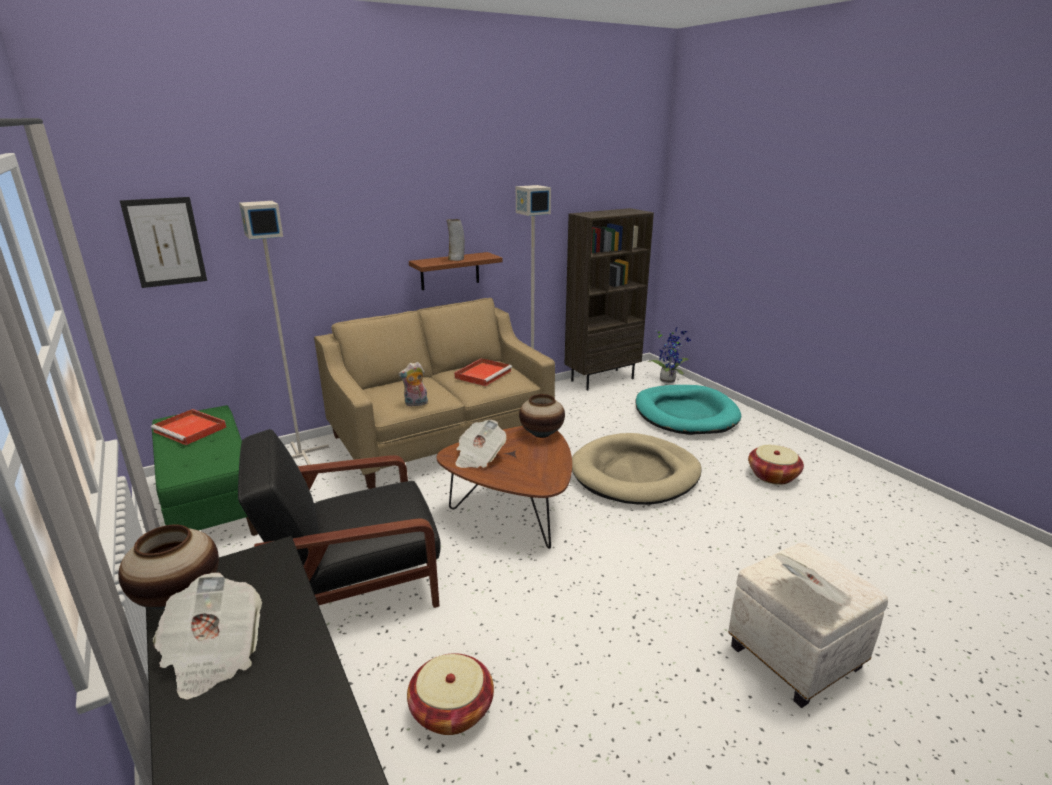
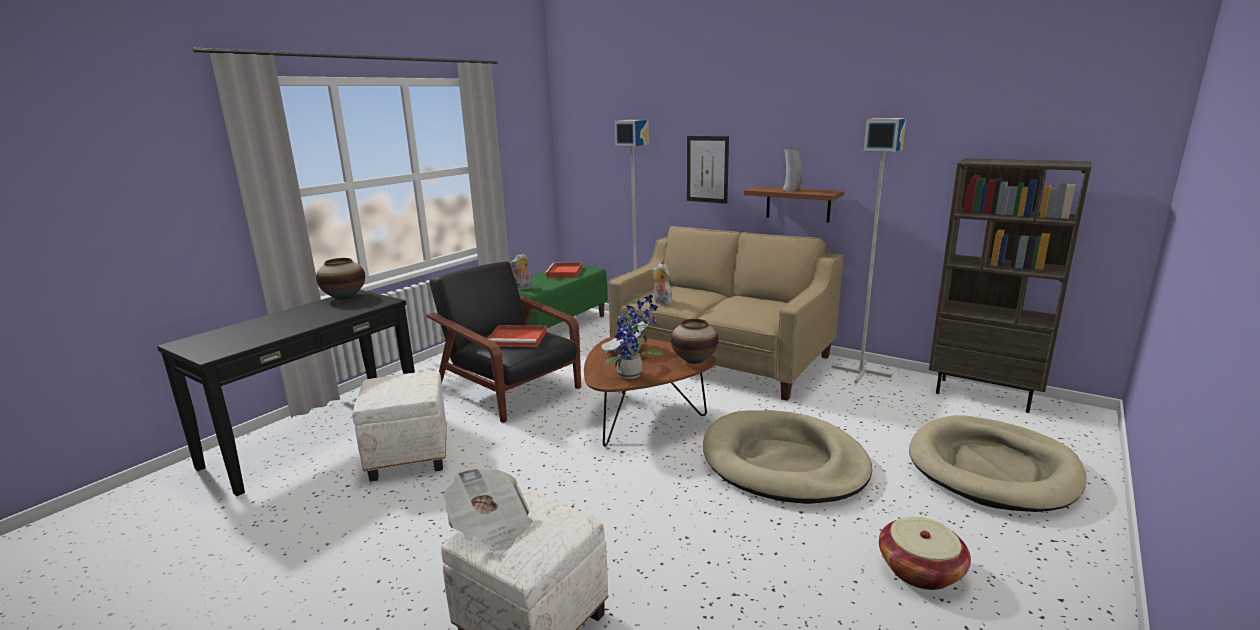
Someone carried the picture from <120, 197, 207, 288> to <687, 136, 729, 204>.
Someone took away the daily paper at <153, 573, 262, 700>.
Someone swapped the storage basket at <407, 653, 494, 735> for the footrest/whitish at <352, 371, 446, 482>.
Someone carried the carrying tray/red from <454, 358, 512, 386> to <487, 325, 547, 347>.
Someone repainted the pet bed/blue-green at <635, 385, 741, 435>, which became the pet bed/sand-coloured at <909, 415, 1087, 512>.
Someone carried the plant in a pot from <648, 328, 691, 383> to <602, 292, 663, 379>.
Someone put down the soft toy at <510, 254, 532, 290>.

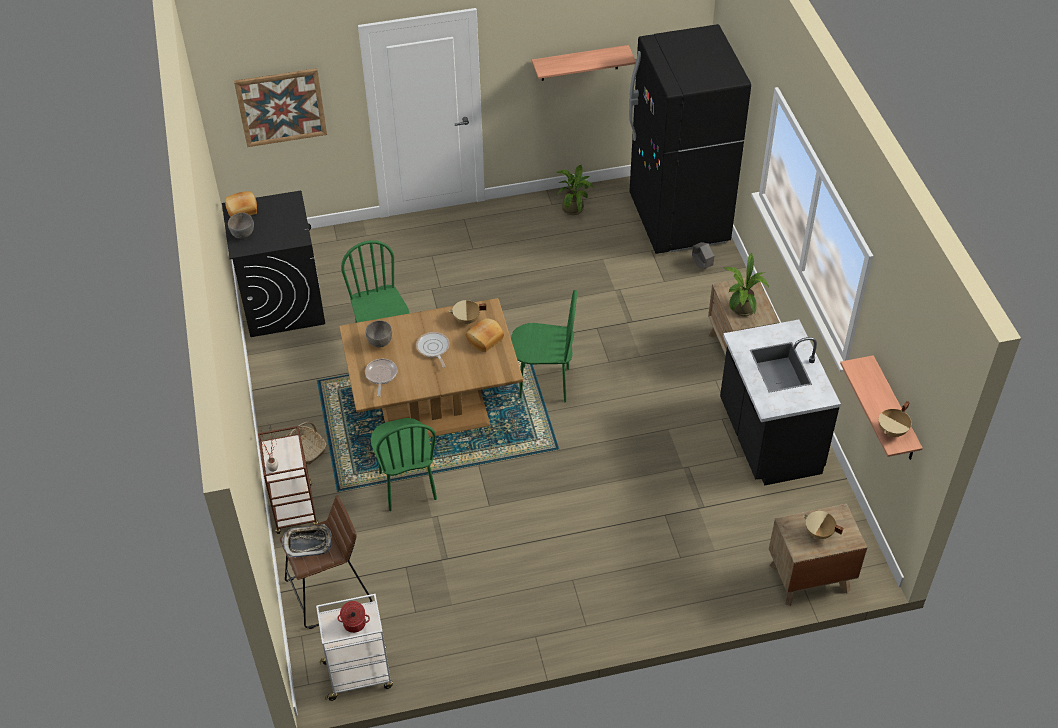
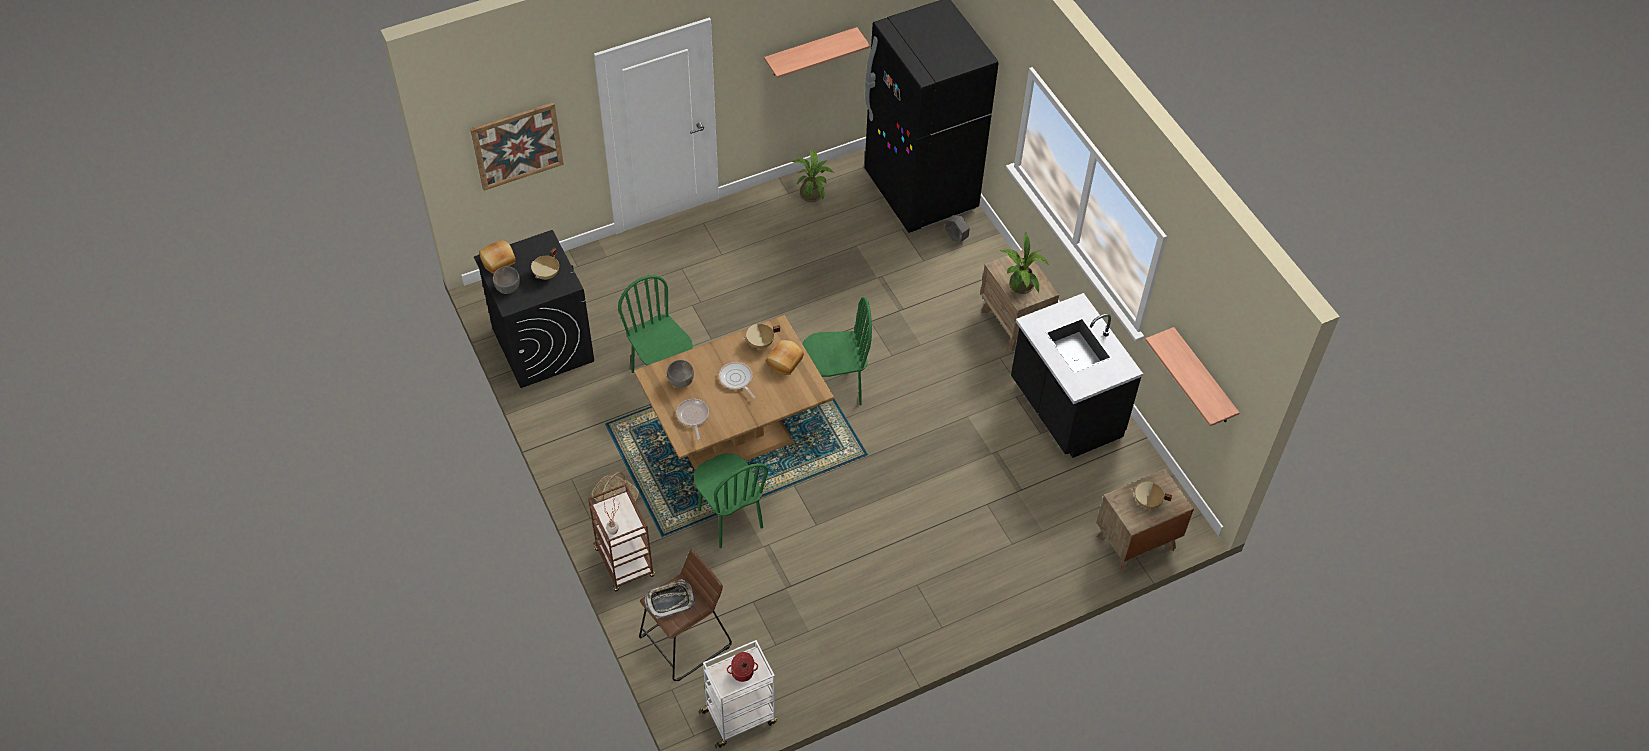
Someone carried the stockpot/sand-coloured from <879, 401, 911, 437> to <531, 247, 559, 280>.

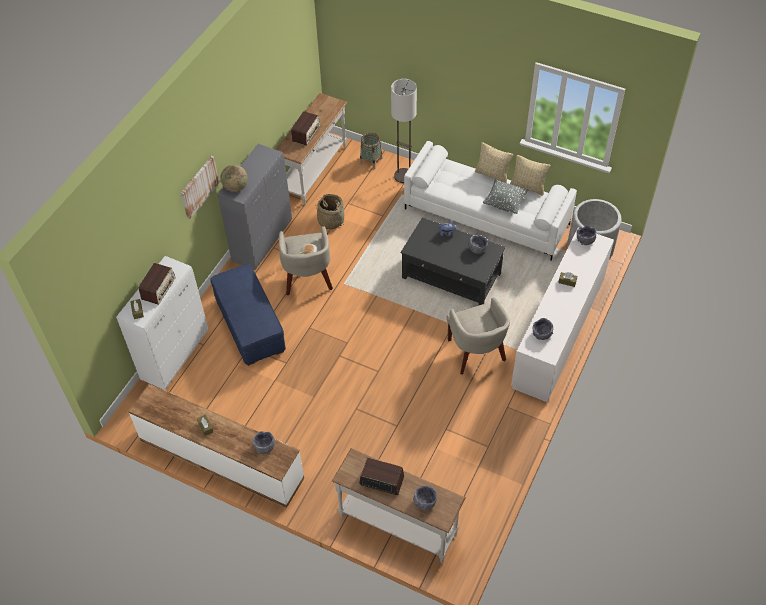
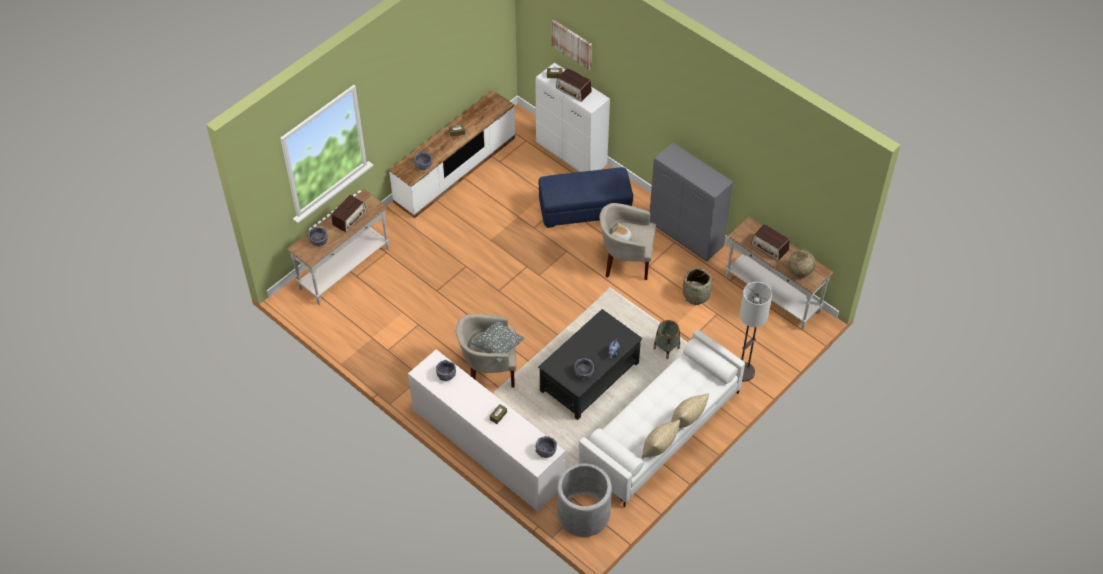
Someone carried the picture from <181, 156, 219, 219> to <552, 20, 592, 70>.
Someone carried the globe from <221, 165, 248, 192> to <788, 250, 815, 277>.
Someone carried the storage basket from <360, 133, 382, 169> to <653, 320, 680, 359>.
Someone carried the pillow/gray from <483, 179, 528, 214> to <471, 321, 525, 363>.

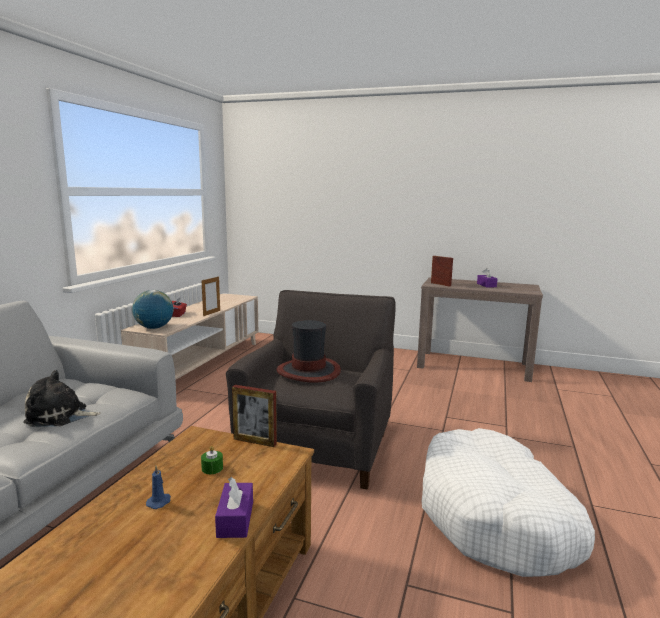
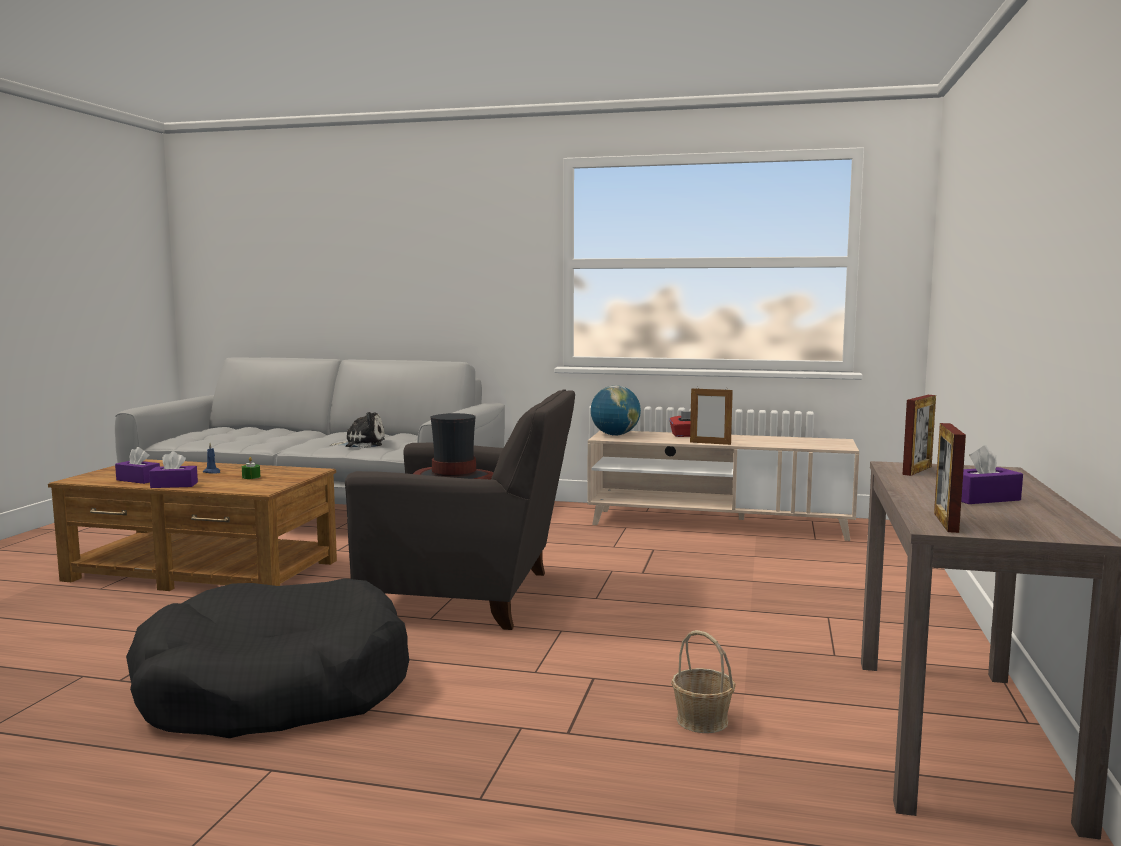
Someone rotated the soft toy at <23, 370, 101, 427> by 90 degrees clockwise.
Someone carried the standing frame from <232, 385, 277, 447> to <934, 423, 966, 533>.
Someone repainted the pet bed/whitish at <422, 428, 595, 577>, which became the pet bed/blackish at <126, 578, 409, 738>.
Someone put down the box of tissues/purple at <115, 447, 160, 484>.
Someone put down the storage basket at <671, 630, 736, 733>.

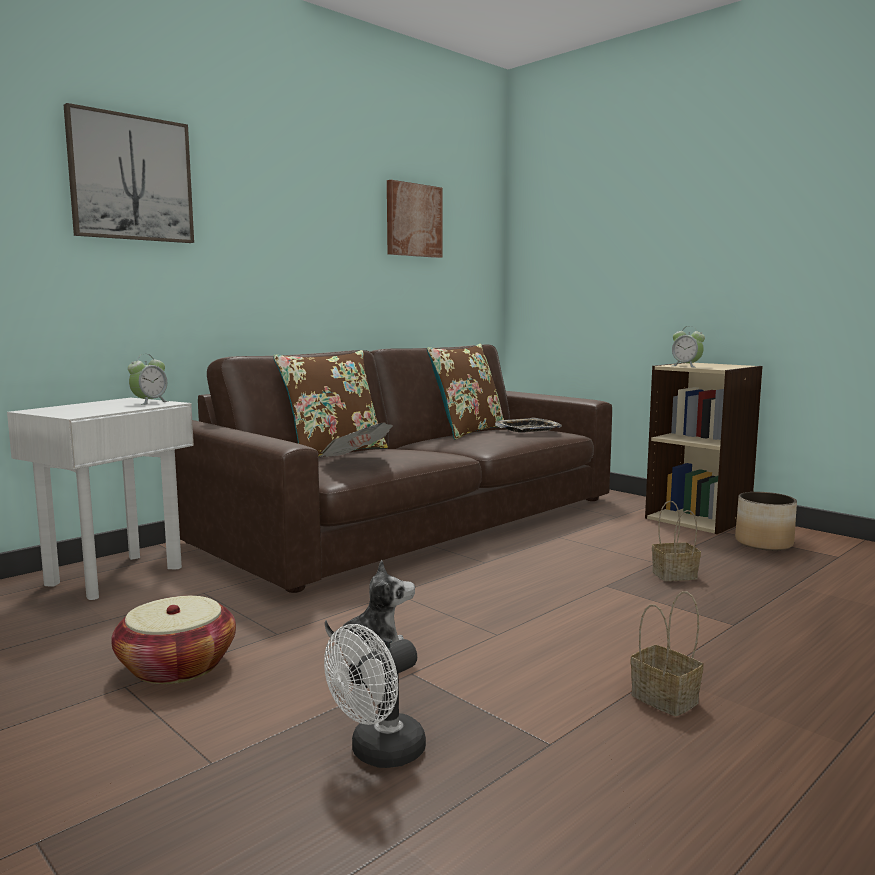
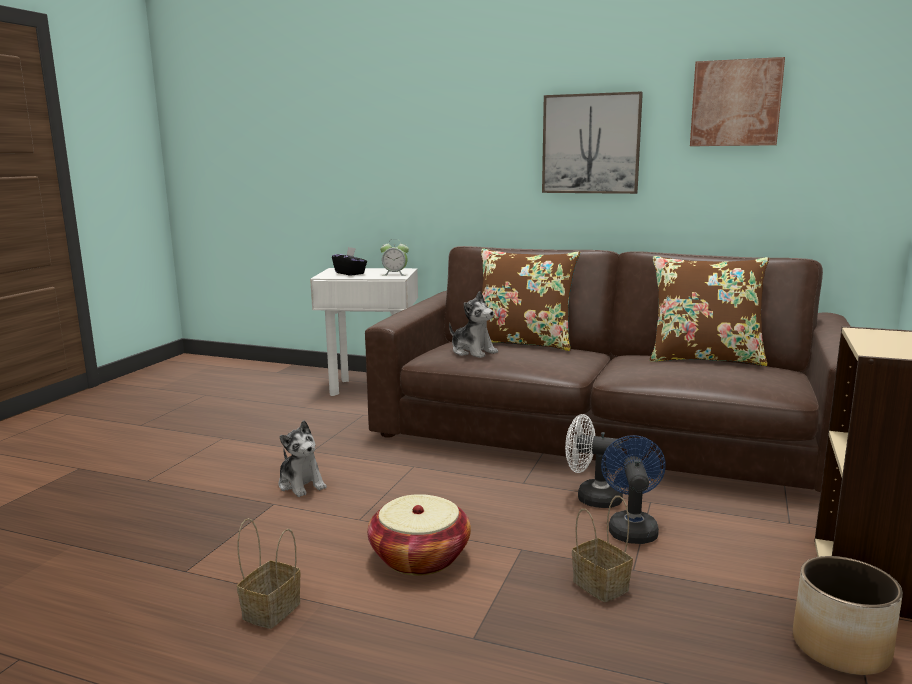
Someone carried the picture from <64, 103, 194, 243> to <542, 91, 643, 194>.
Someone carried the storage basket from <111, 596, 236, 684> to <367, 494, 471, 576>.
Someone swapped the daily paper at <319, 422, 393, 457> for the soft toy at <449, 291, 498, 358>.
Someone carried the fan/whitish from <324, 624, 426, 768> to <565, 414, 623, 508>.
Someone took away the carrying tray at <495, 418, 562, 433>.
Someone took away the alarm clock at <672, 326, 705, 367>.
Someone put down the box of tissues/blackish at <332, 247, 367, 276>.
Someone put down the fan/bluish at <601, 435, 666, 544>.

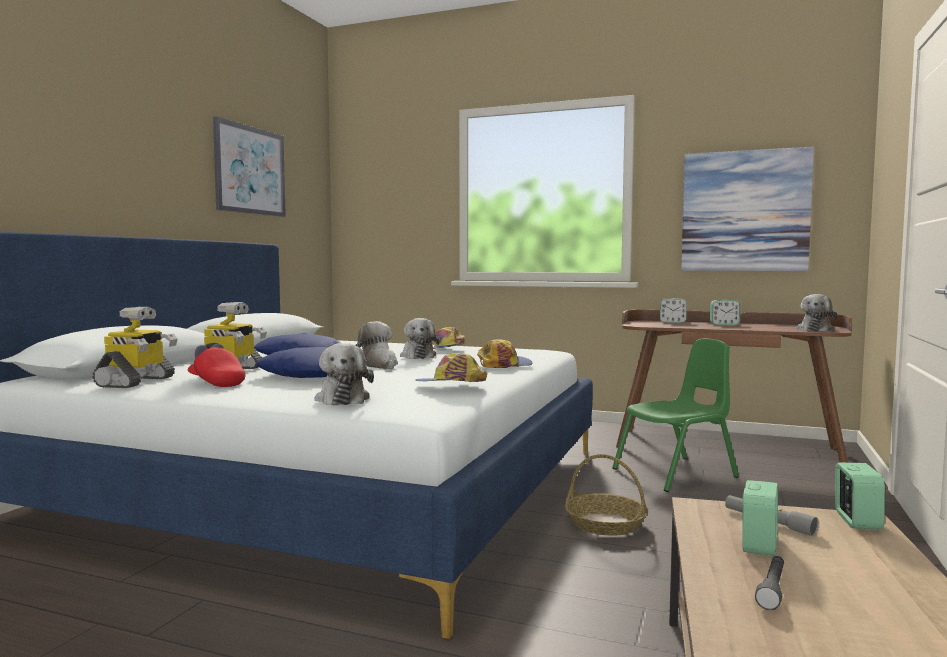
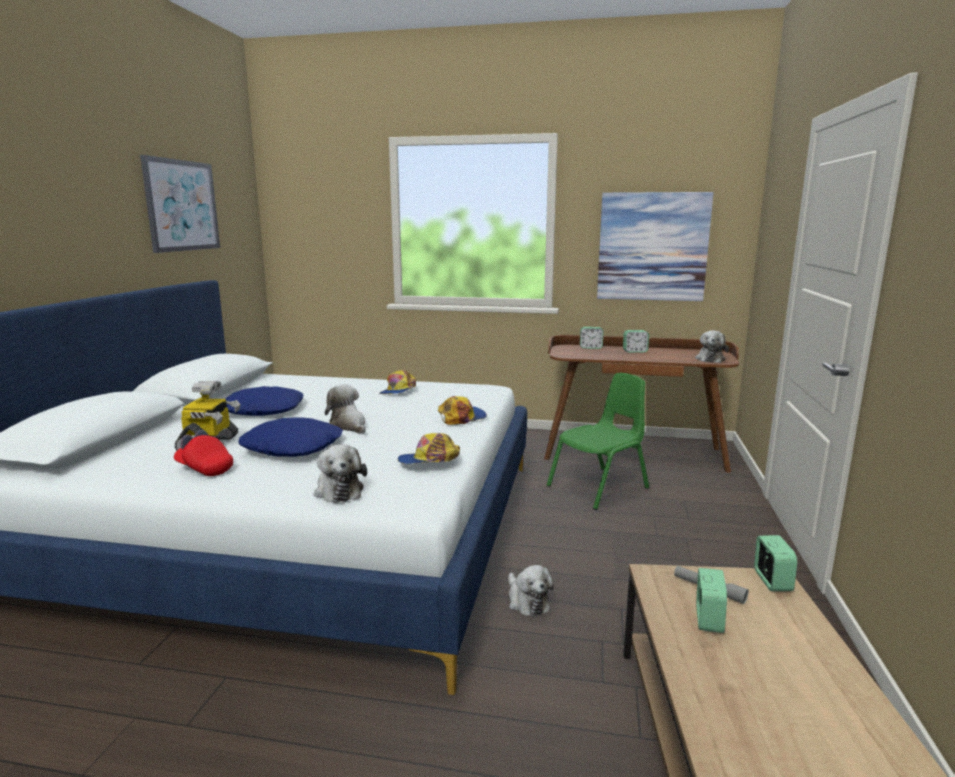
Someone took away the robot figure at <92, 307, 178, 388>.
Someone carried the soft toy from <400, 318, 440, 359> to <508, 565, 553, 617>.
Someone took away the storage basket at <565, 454, 648, 536>.
Someone took away the hand torch/gray at <755, 556, 784, 610>.

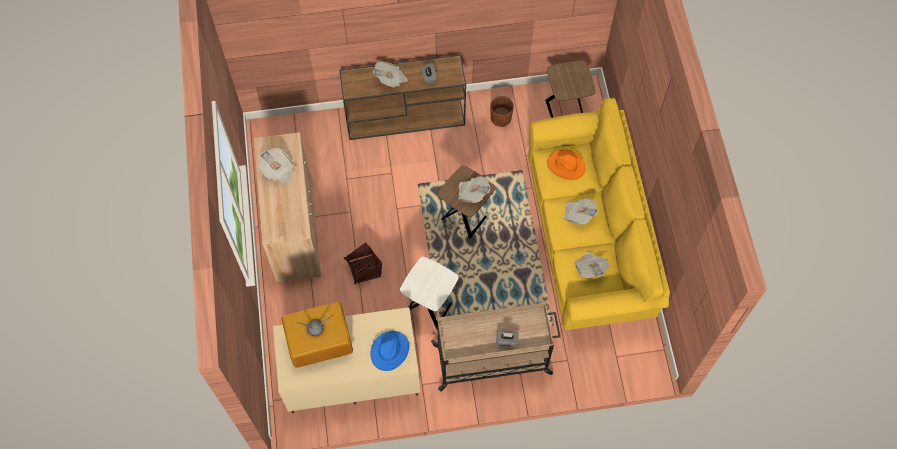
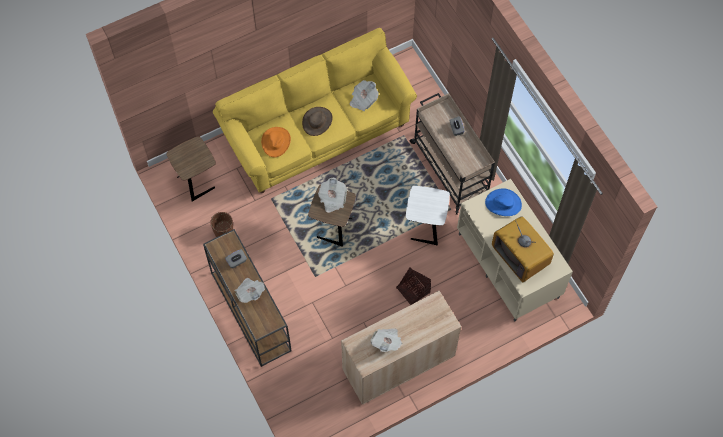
Someone swapped the daily paper at <564, 198, 598, 225> for the hat/brownish at <302, 107, 333, 136>.

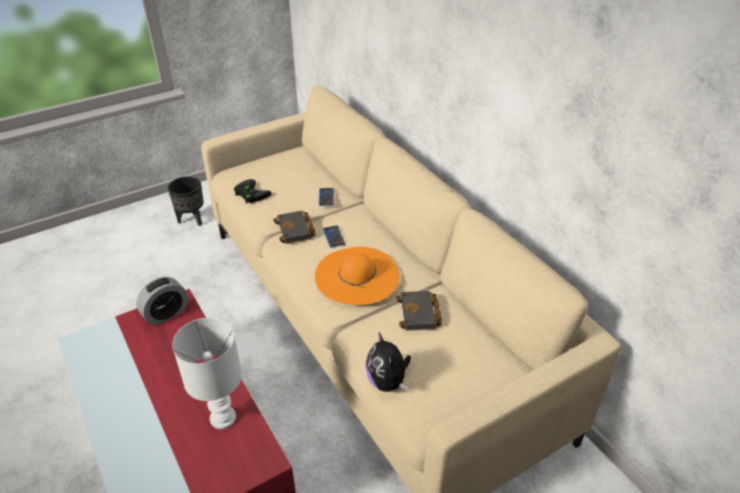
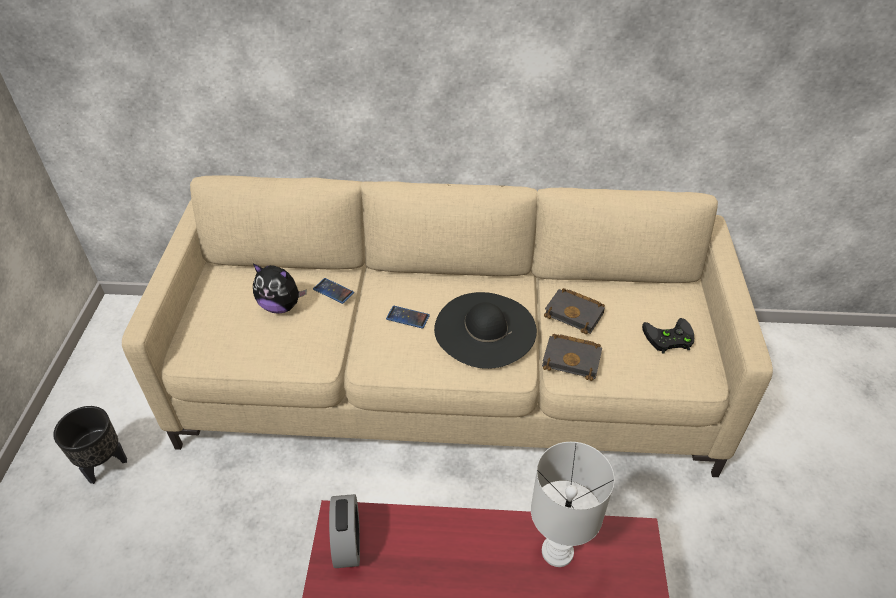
Someone carried the gamepad/blackish from <234, 179, 271, 204> to <642, 318, 694, 353>.
Someone carried the book/blackish from <273, 211, 316, 244> to <542, 334, 602, 381>.
Someone repainted the hat/orange at <315, 247, 400, 305>, which became the hat/blackish at <434, 292, 537, 369>.
Someone carried the soft toy from <365, 333, 411, 392> to <253, 264, 307, 314>.

